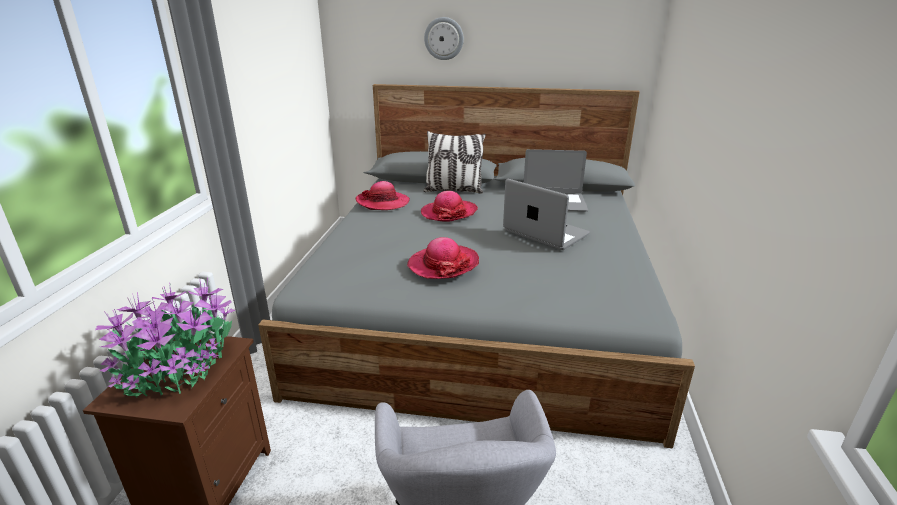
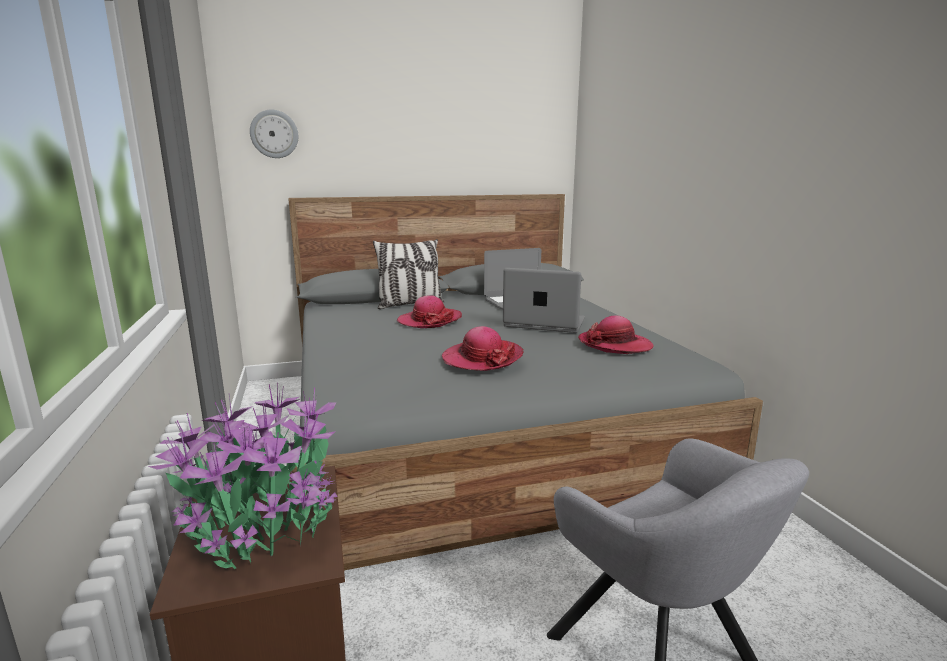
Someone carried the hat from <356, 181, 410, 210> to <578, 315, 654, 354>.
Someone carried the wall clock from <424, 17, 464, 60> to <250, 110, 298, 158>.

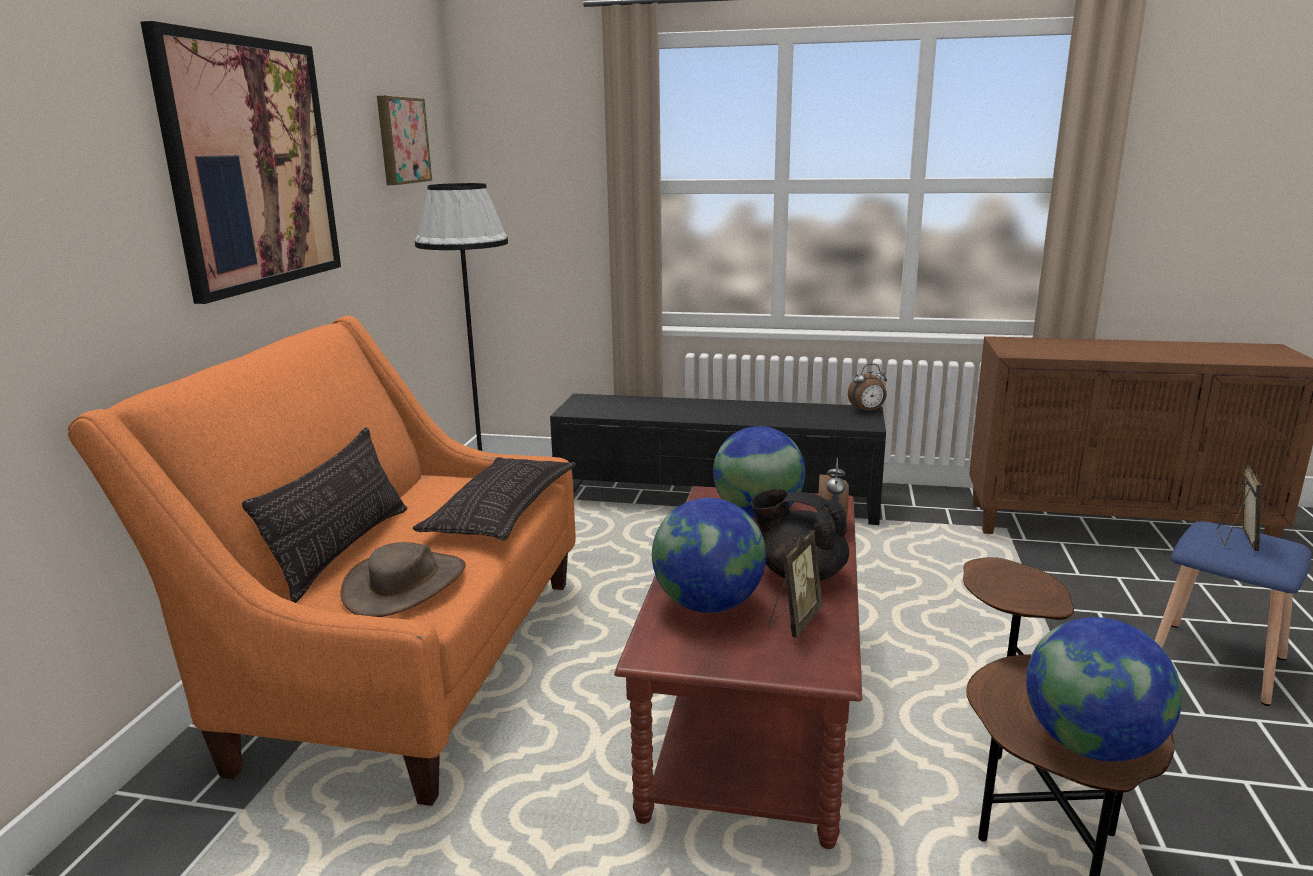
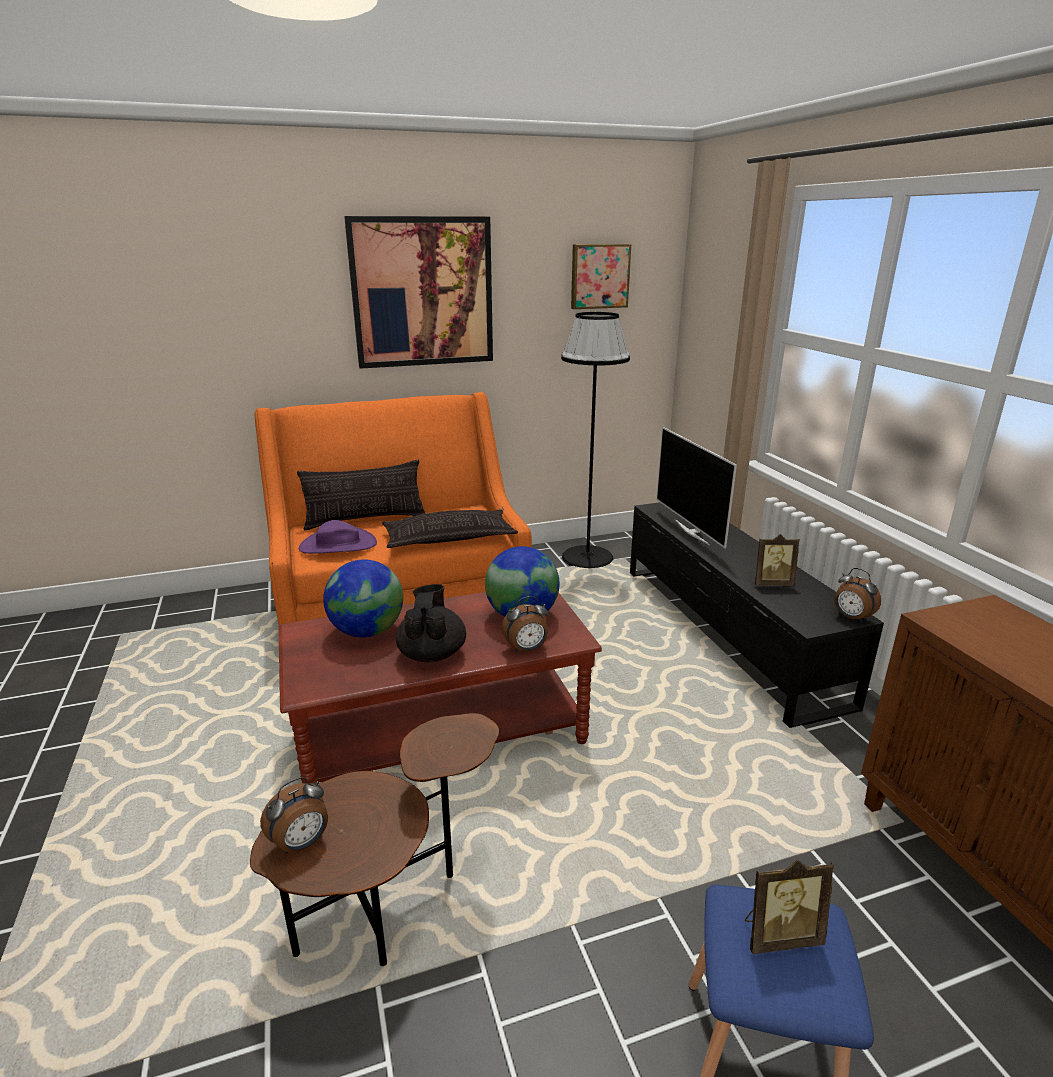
Someone repainted the hat/brownish at <340, 542, 466, 617>, which became the hat/purple at <299, 520, 377, 554>.
Someone carried the standing frame from <768, 530, 823, 637> to <755, 534, 800, 586>.
Someone swapped the globe at <1026, 617, 1182, 762> for the alarm clock at <260, 777, 328, 854>.
Someone put down the TV set at <656, 427, 737, 548>.

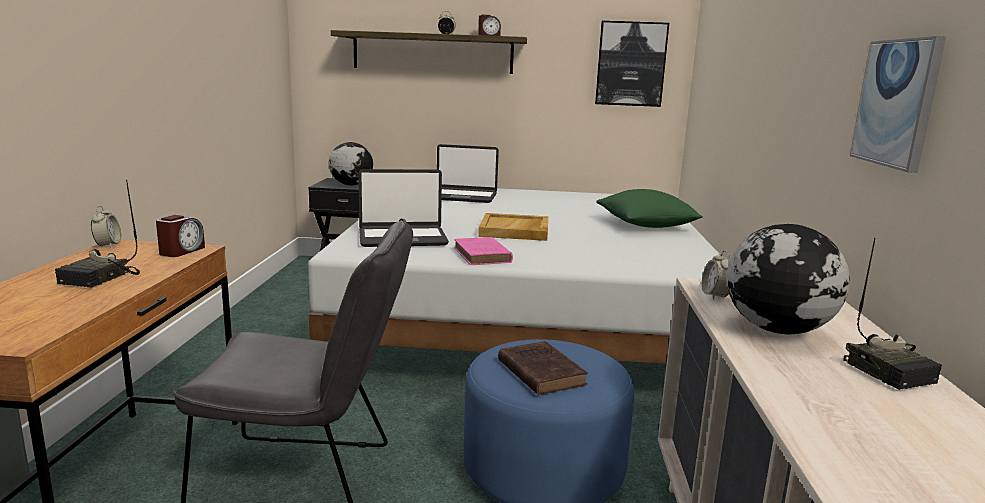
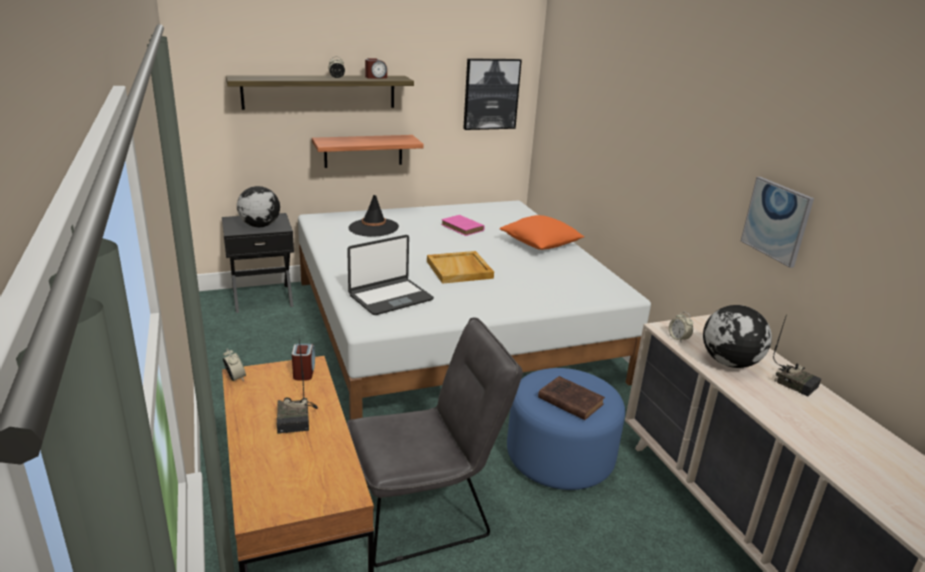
Someone swapped the portable computer at <437, 144, 499, 203> for the hat/blackish at <348, 195, 399, 237>.
Someone carried the book/pink-coloured from <454, 237, 513, 265> to <441, 215, 485, 236>.
Someone repainted the pillow/green-coloured at <596, 189, 703, 228>, which became the pillow/orange at <500, 215, 584, 250>.
Someone put up the bracket shelf at <312, 135, 424, 168>.

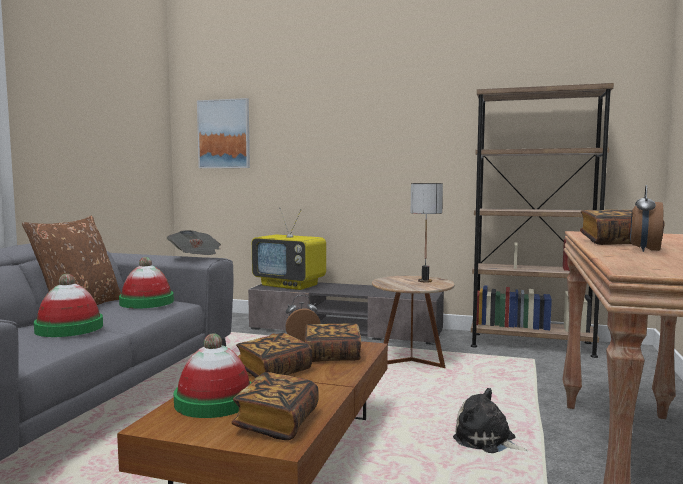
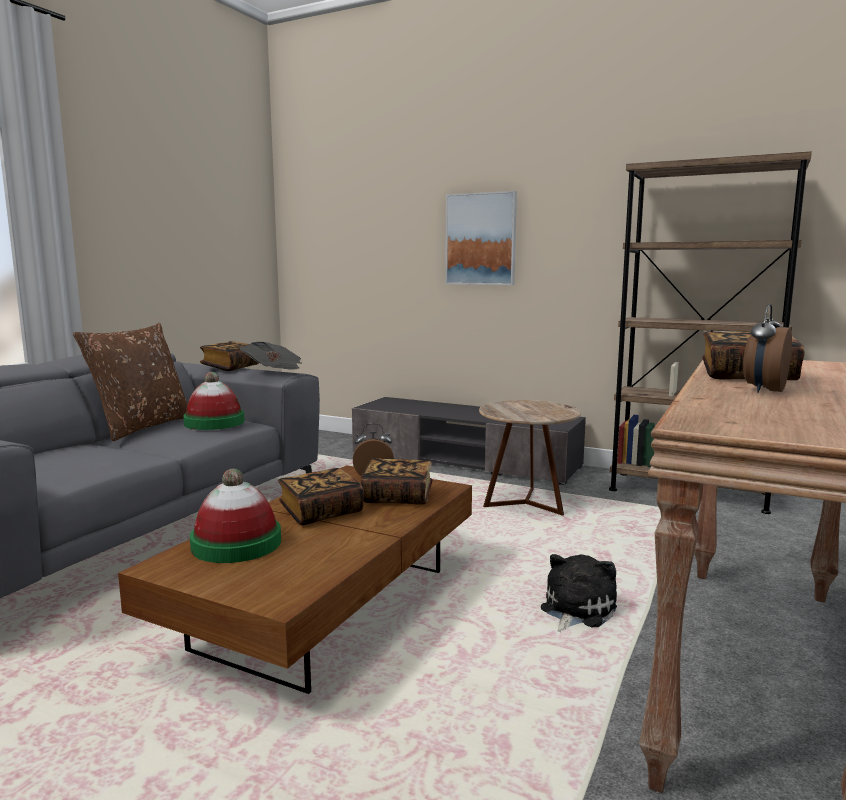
Someone took away the hat at <34, 274, 103, 337>.
Someone carried the picture from <197, 98, 250, 168> to <445, 191, 517, 285>.
Someone carried the book from <231, 372, 319, 440> to <200, 341, 258, 371>.
Someone took away the TV set at <252, 208, 326, 290>.
Someone took away the table lamp at <411, 183, 443, 283>.
Someone rotated the soft toy at <453, 388, 528, 453> by 75 degrees clockwise.

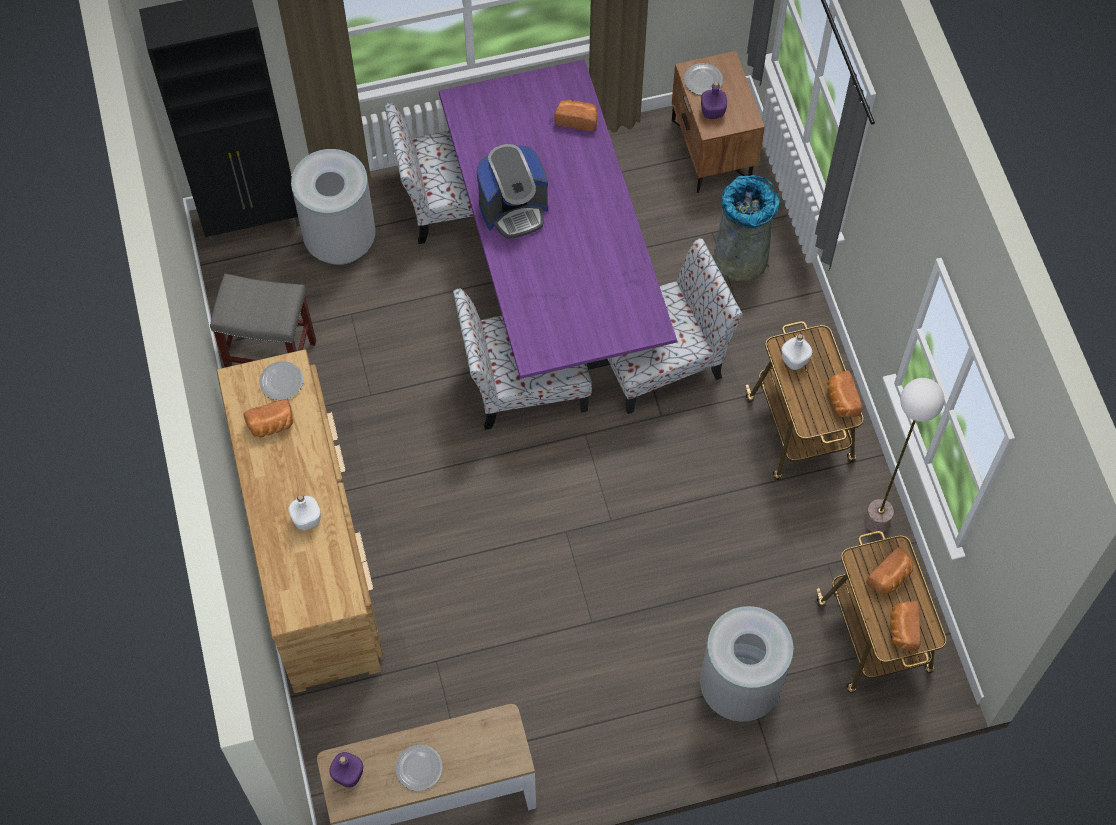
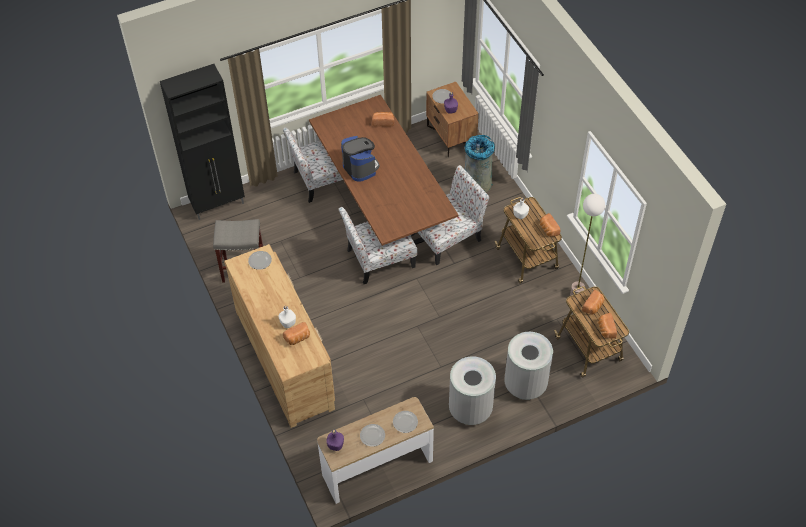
Someone carried the bakery bread from <244, 399, 293, 437> to <283, 322, 310, 345>.
Someone carried the waste bin/gray from <291, 149, 376, 265> to <449, 357, 496, 425>.
Someone repainted the kitchen table/purple at <439, 60, 677, 379>, which became the kitchen table/brownish at <309, 95, 458, 246>.
Someone rotated the coffee maker at <477, 144, 548, 239> by 90 degrees counterclockwise.
Someone put down the flat dish at <393, 411, 418, 433>.

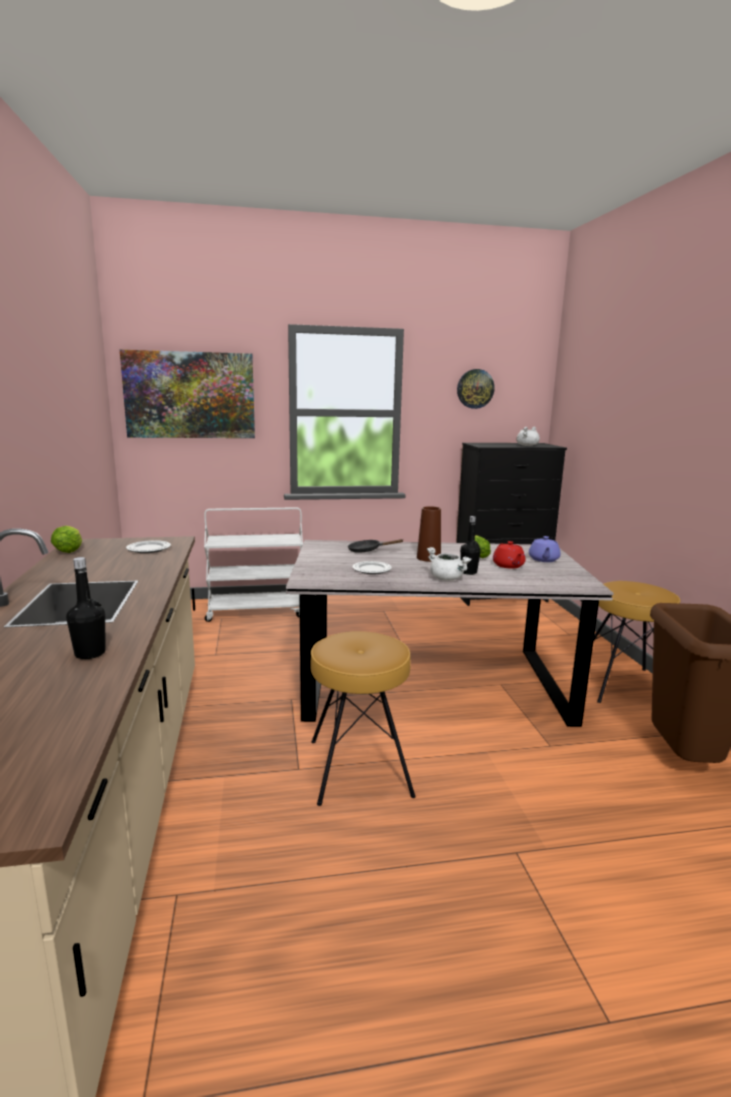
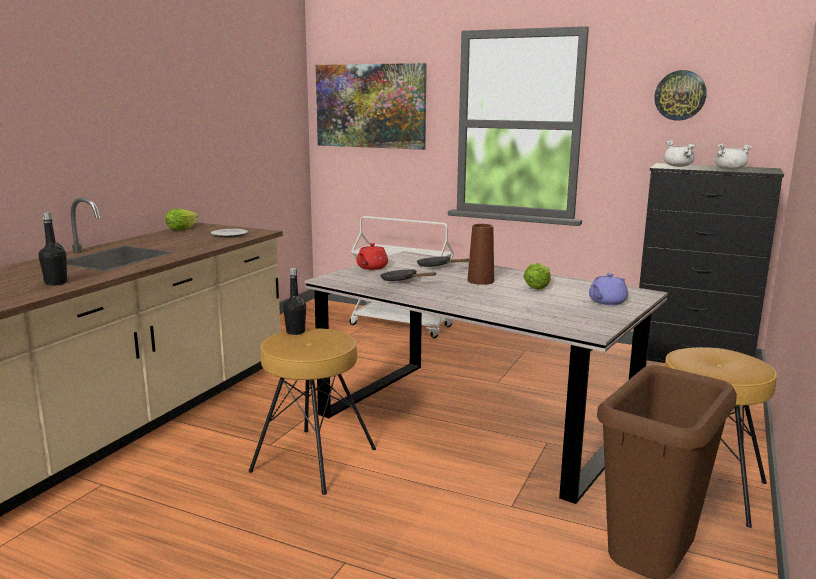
Someone swapped the flat dish at <352, 561, 392, 574> for the pan/blackish at <380, 269, 436, 281>.
Someone carried the stockpot/whitish from <427, 547, 471, 581> to <664, 140, 696, 167>.
Someone carried the bottle/blackish from <460, 516, 481, 575> to <283, 268, 306, 335>.
Someone carried the tea pot/red from <493, 541, 525, 569> to <357, 243, 388, 270>.

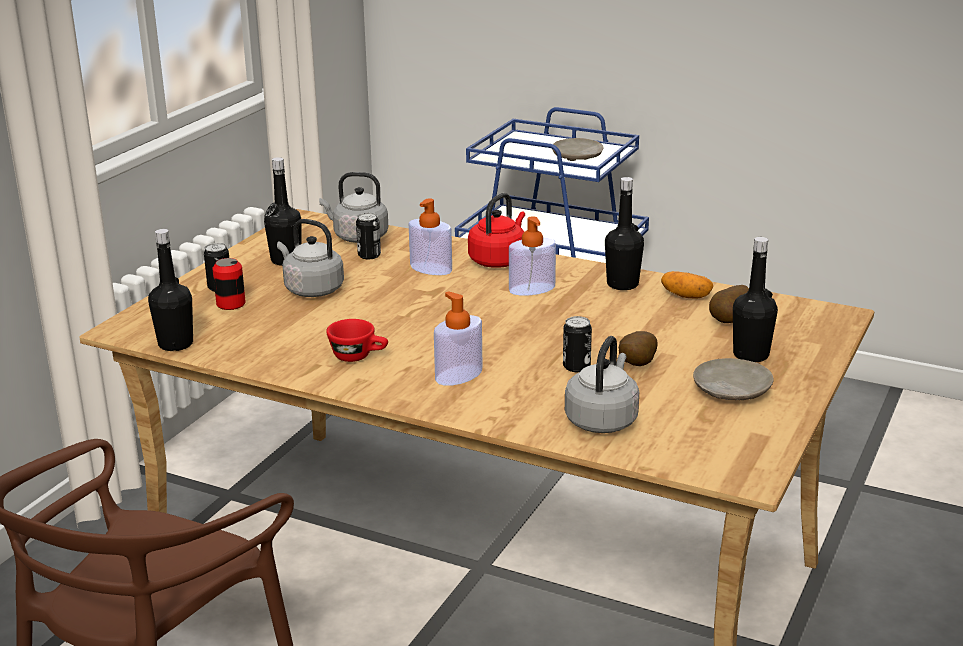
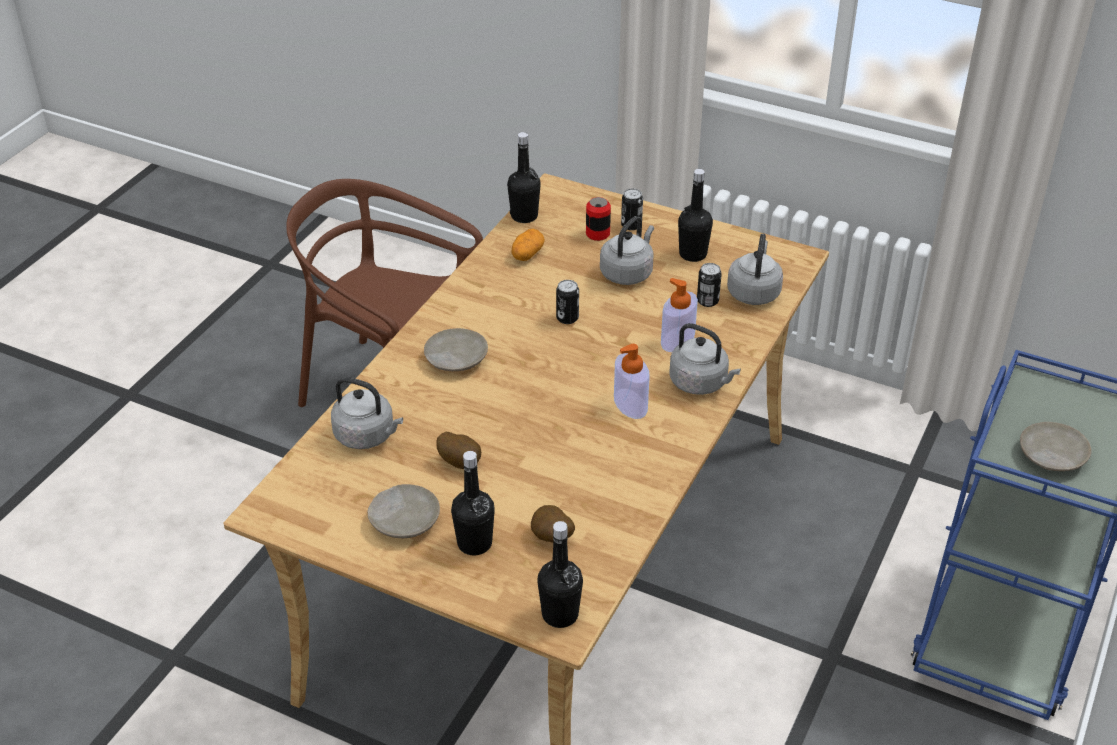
Someone took away the cup/red at <326, 319, 388, 362>.
Someone swapped the liquid soap bottle at <434, 291, 483, 386> for the flat dish/sand-coloured at <424, 328, 488, 371>.
Someone repainted the kettle/red at <468, 193, 525, 268>, which became the kettle/gray at <669, 323, 741, 395>.
Someone carried the sealed can from <563, 316, 592, 372> to <556, 280, 579, 324>.
Someone carried the bottle/blackish from <605, 177, 644, 290> to <537, 521, 583, 628>.
Someone carried the whole potato from <661, 271, 713, 299> to <512, 229, 545, 261>.

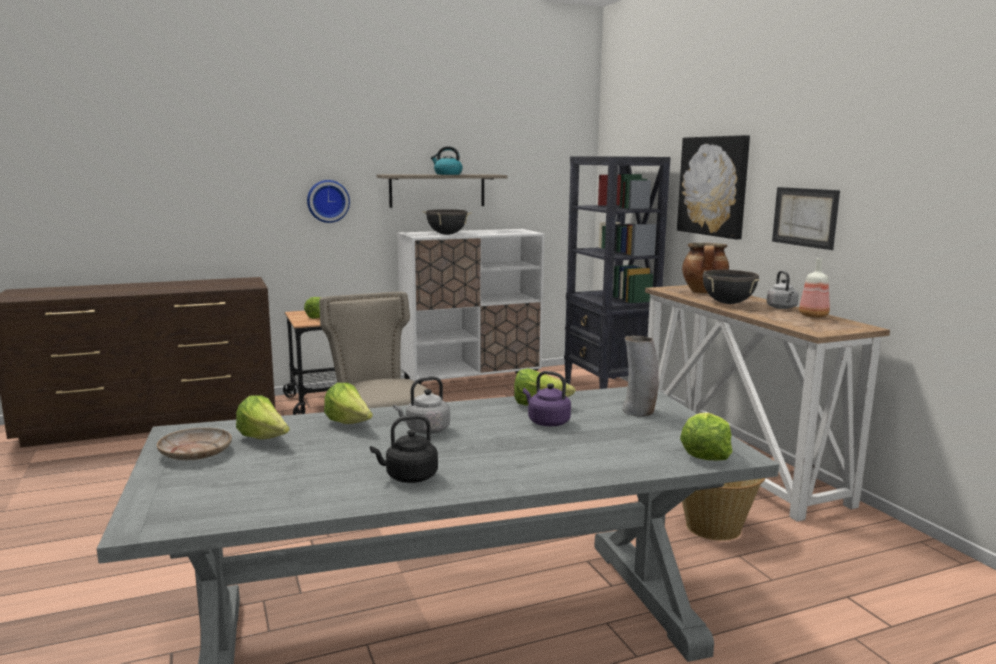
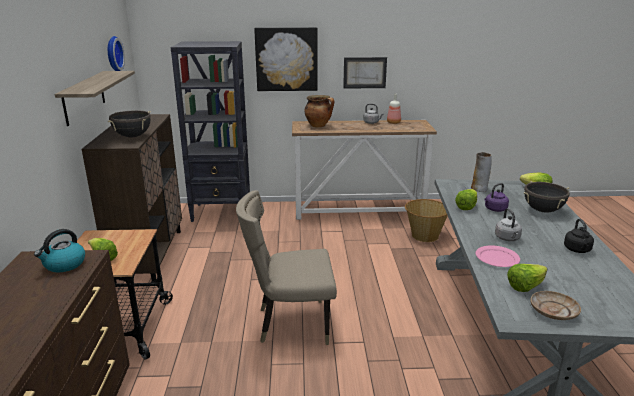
Someone carried the wall clock from <307, 180, 350, 223> to <108, 36, 125, 71>.
Someone swapped the lettuce at <324, 383, 373, 424> for the flat dish/pink-coloured at <476, 246, 520, 267>.
Someone repainted the storage cabinet/whitish at <397, 229, 544, 384>, which became the storage cabinet/brownish at <82, 114, 182, 284>.
Someone carried the kettle from <431, 146, 463, 175> to <34, 229, 85, 272>.
Someone carried the stockpot/blackish from <703, 270, 760, 304> to <524, 181, 570, 213>.

